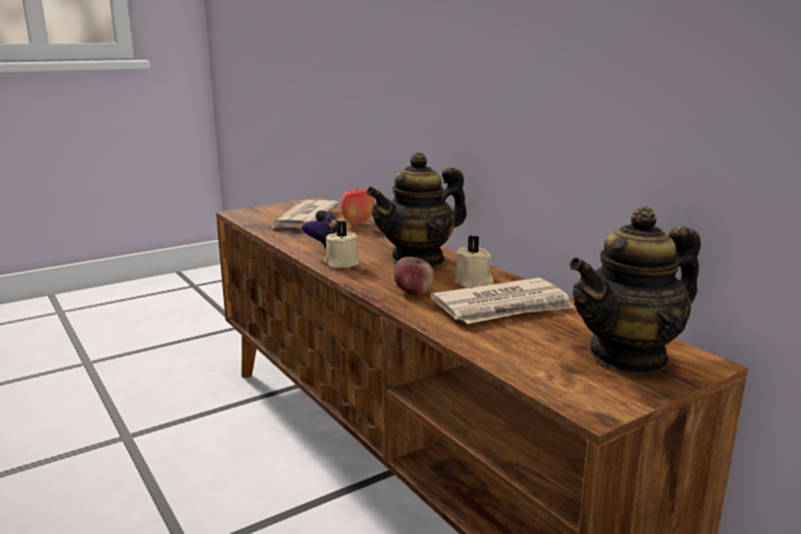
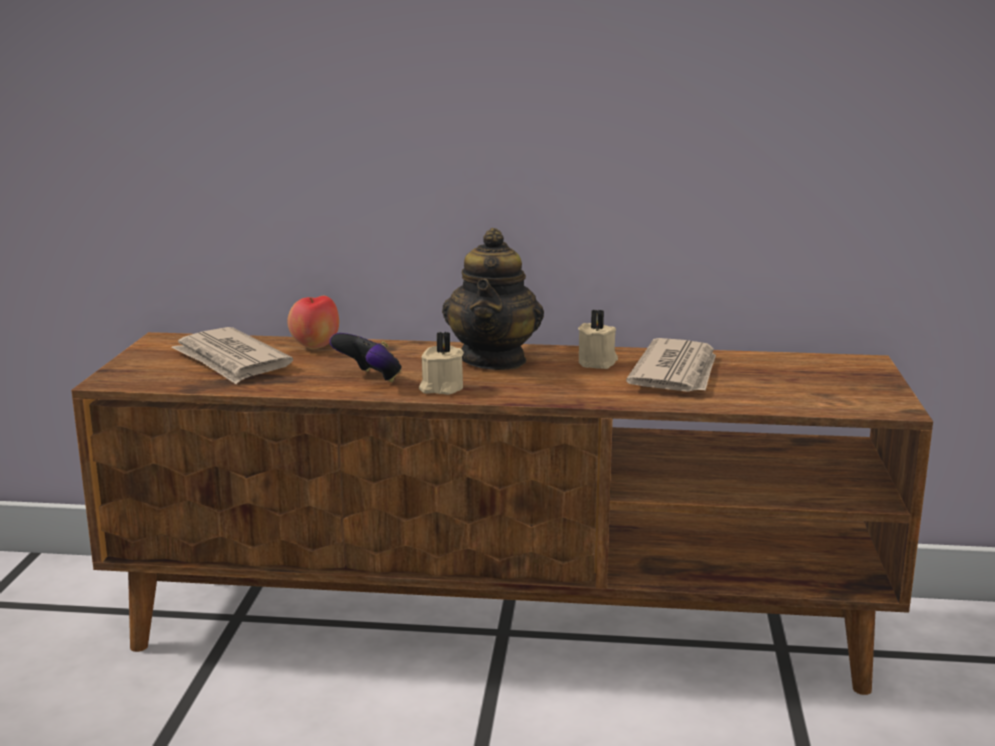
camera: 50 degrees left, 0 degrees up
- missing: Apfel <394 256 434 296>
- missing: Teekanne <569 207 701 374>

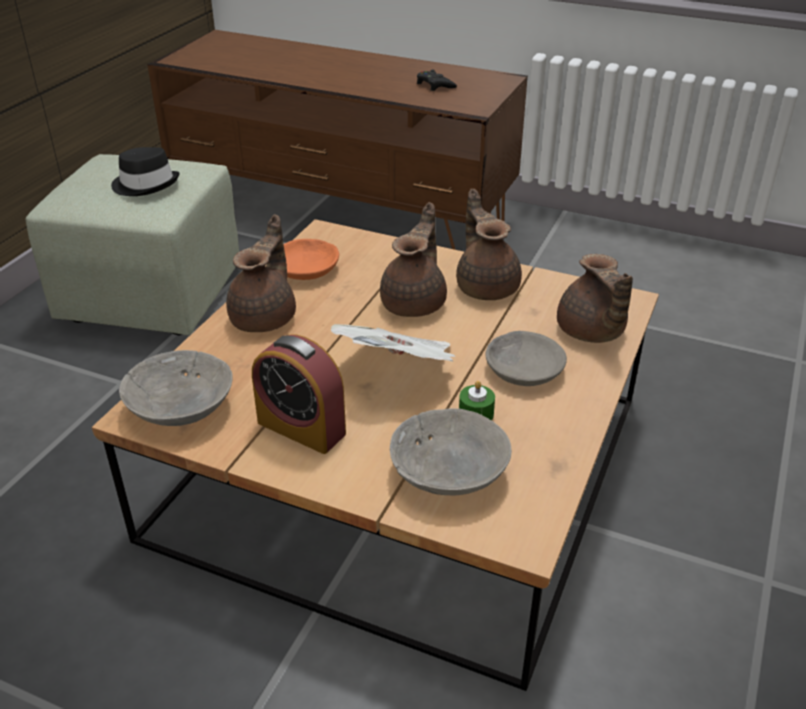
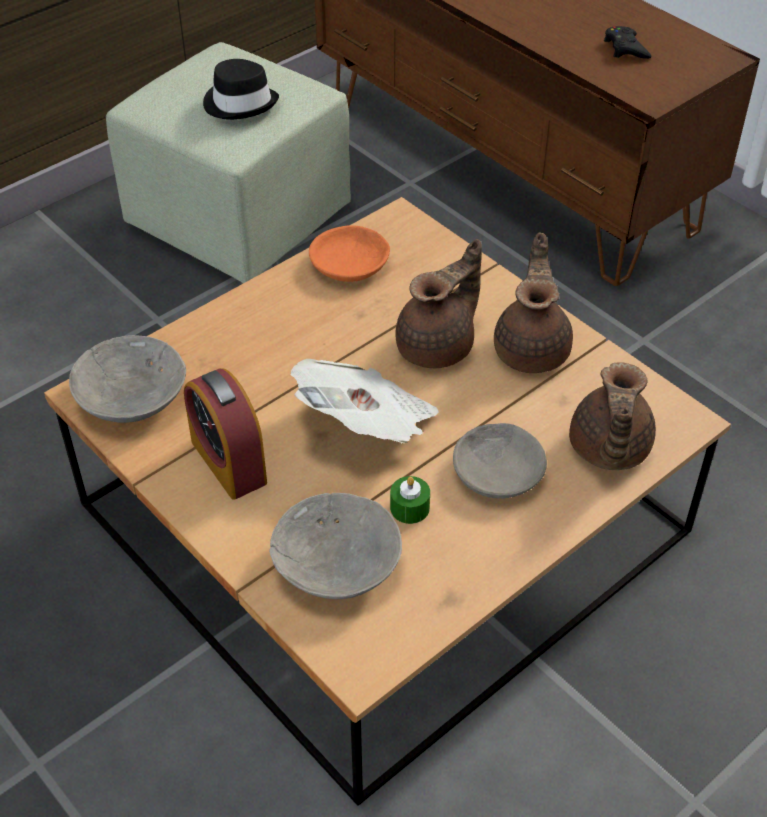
camera: 25 degrees right, 10 degrees up
- missing: Teekanne/braun <226 214 296 332>

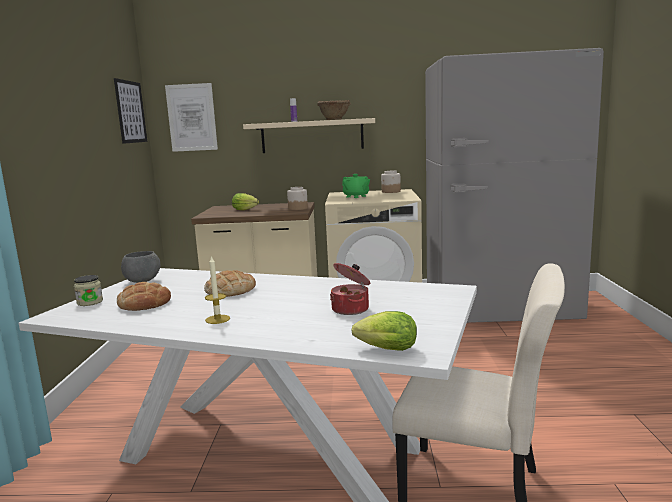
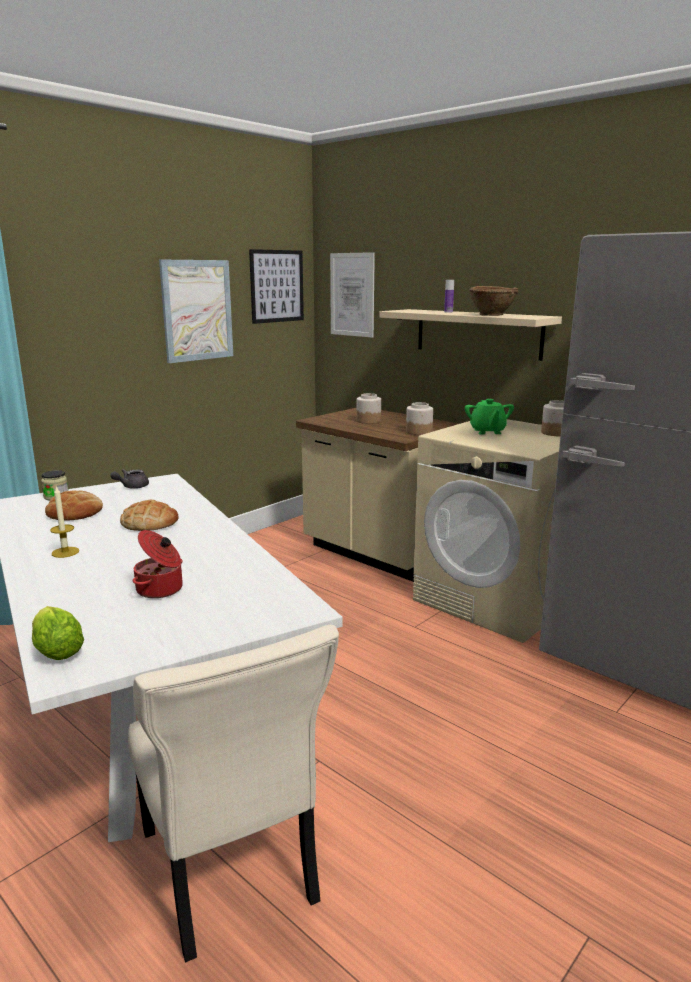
camera: 40 degrees right, 5 degrees up
- exchanged: Schüssel/grau <121 251 160 283> to Teekanne/grau <110 469 149 489>
- exchanged: Salatkopf <232 193 259 210> to Vorratsglas <356 393 381 424>
- appeared: Bild <159 260 233 363>

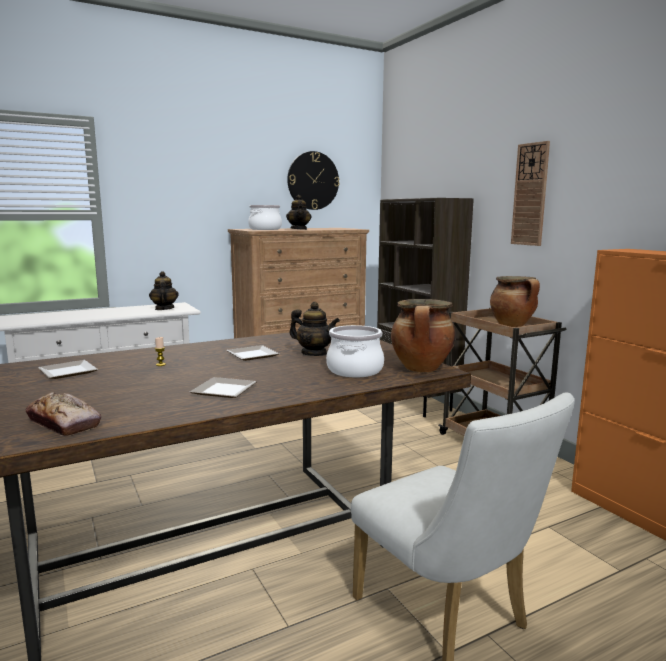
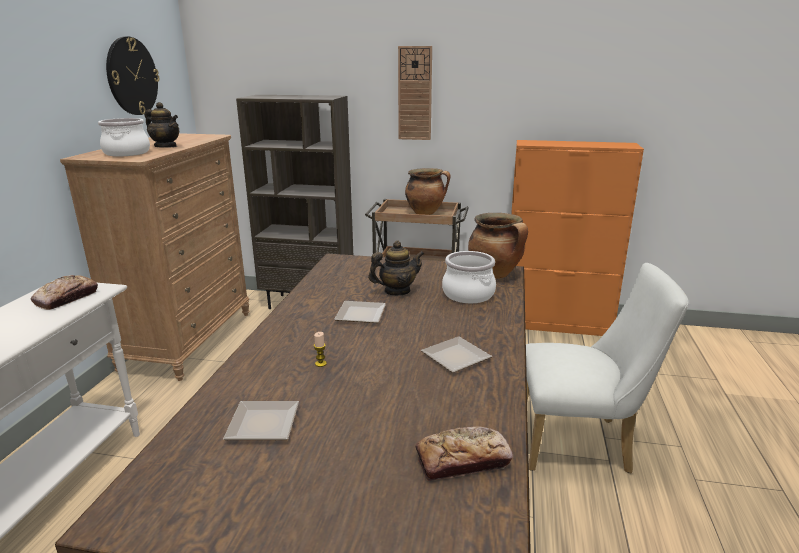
camera: 50 degrees left, 10 degrees up
- exchanged: Teekanne <149 271 179 310> to Brot <31 275 98 310>

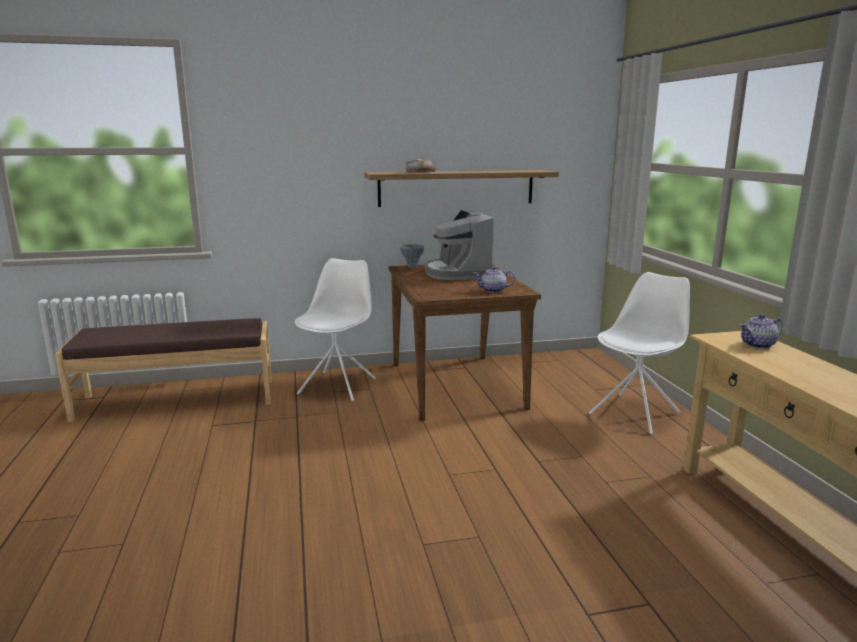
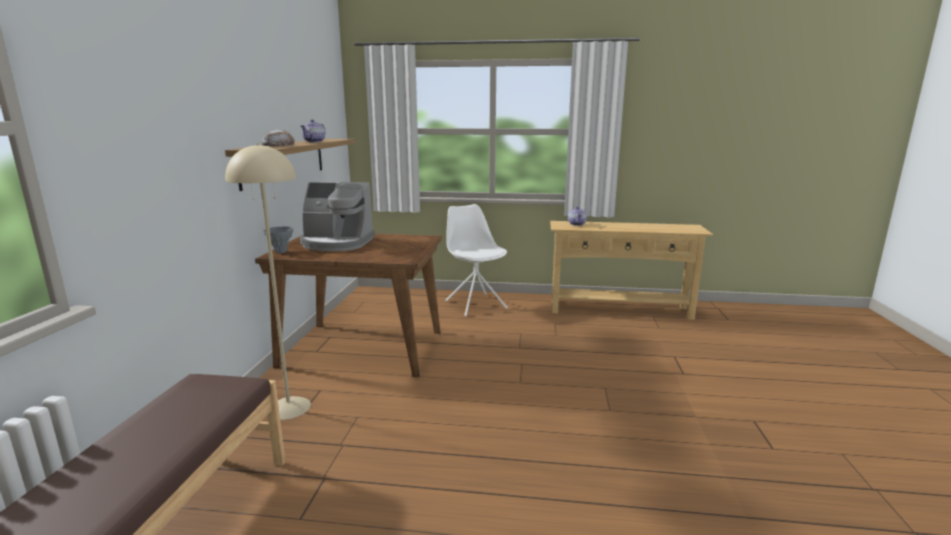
camera: 70 degrees left, 0 degrees up
- exchanged: Stuhl/weiß <295 258 376 401> to Stehlampe/beige <225 143 311 420>
- relocated: Teekanne <473 266 515 293> to <301 120 325 142>

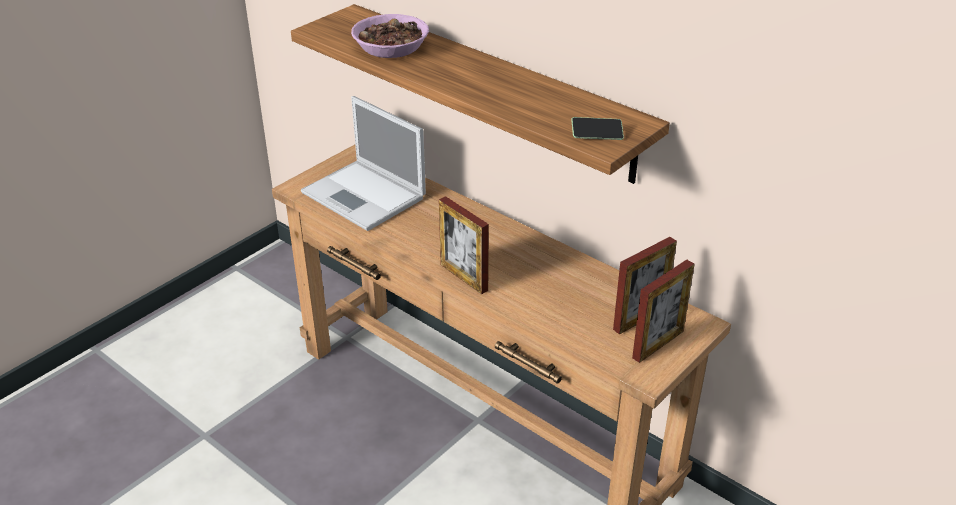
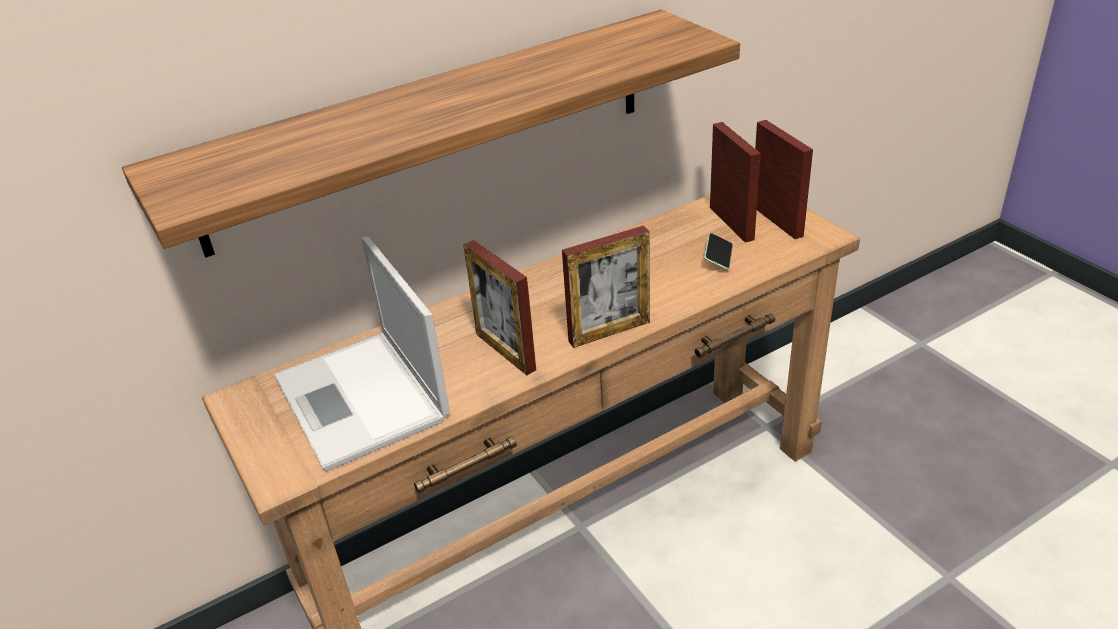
camera: 70 degrees left, 0 degrees up
- spun: Laptop <301 96 426 231> = <273 237 450 471> 90 degrees clockwise
- missing: Schüssel <351 14 429 58>
- relocated: Handy <571 117 624 140> to <704 233 733 270>
- appeared: Bilderrahmen <463 240 536 375>

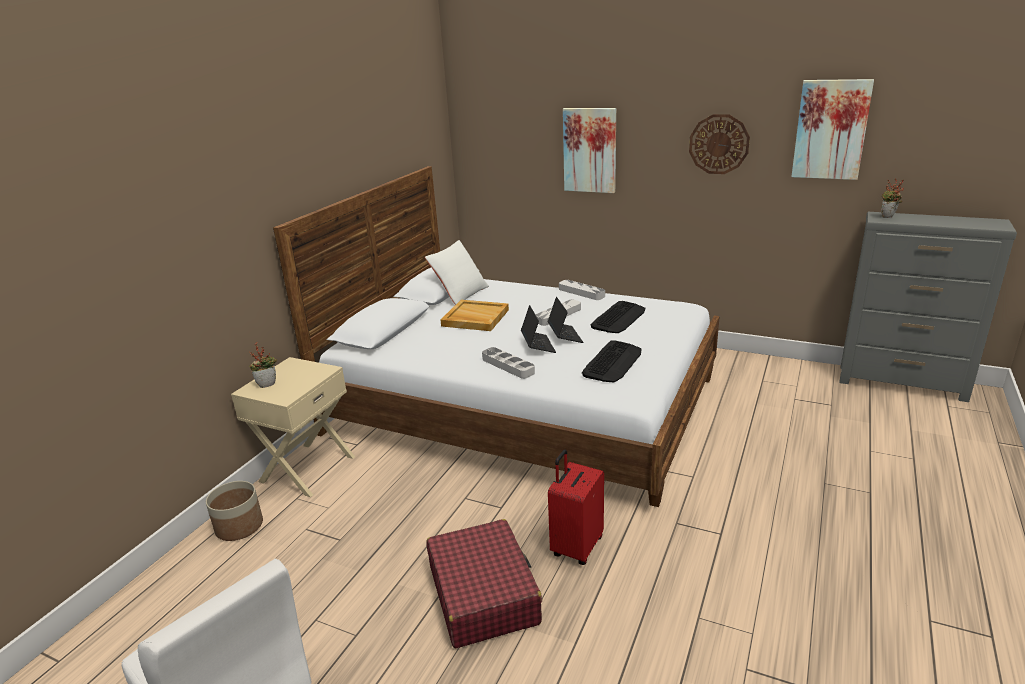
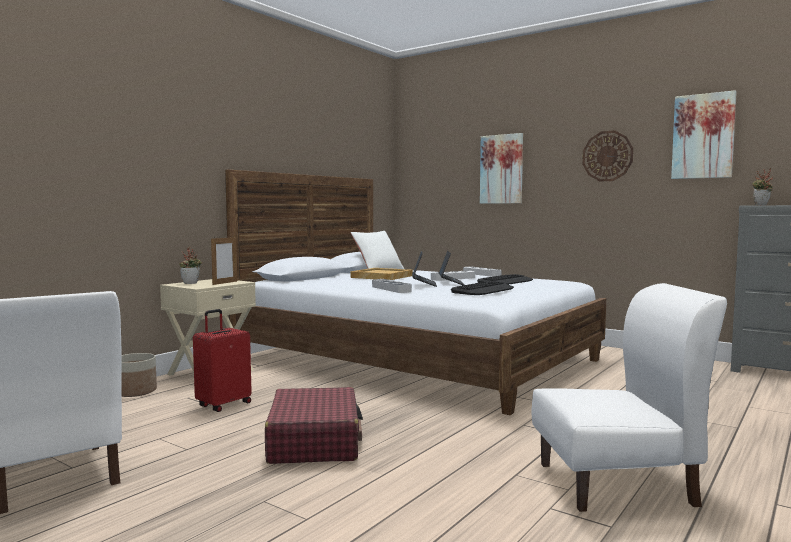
camera: 10 degrees right, 20 degrees down
- relocated: Koffer/rot <548 450 604 565> to <193 309 252 412>
- appeared: Bilderrahmen <211 237 237 285>
- appeared: Stuhl/weiß <532 283 727 512>

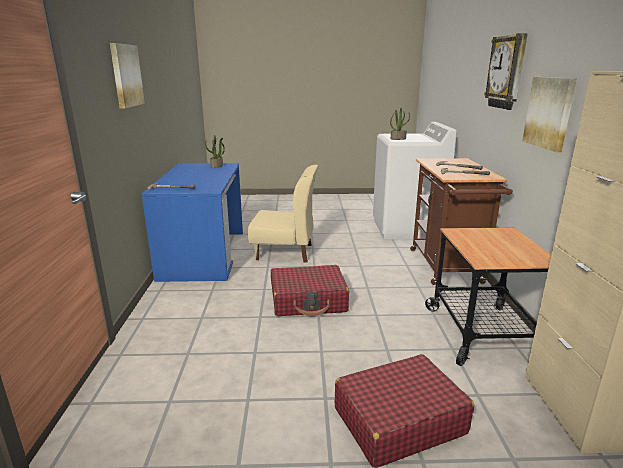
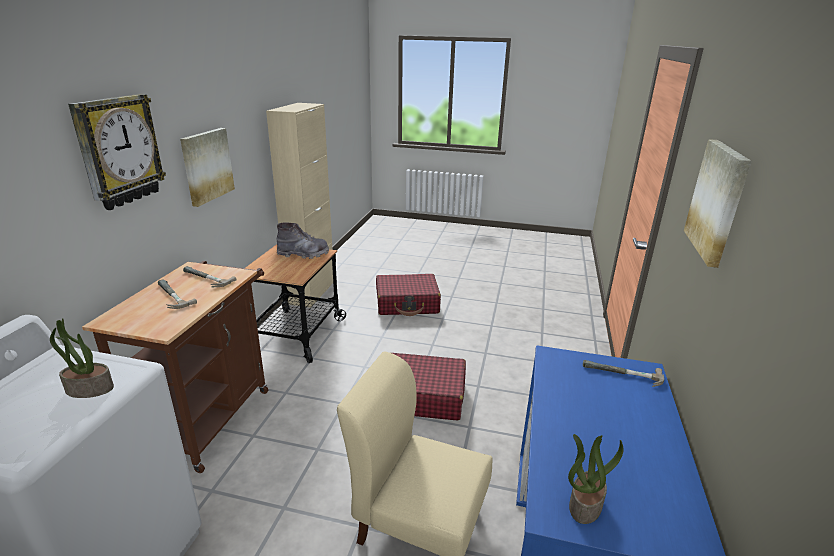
camera: 165 degrees left, 5 degrees up
- appeared: Stiefel/grau <276 222 329 259>

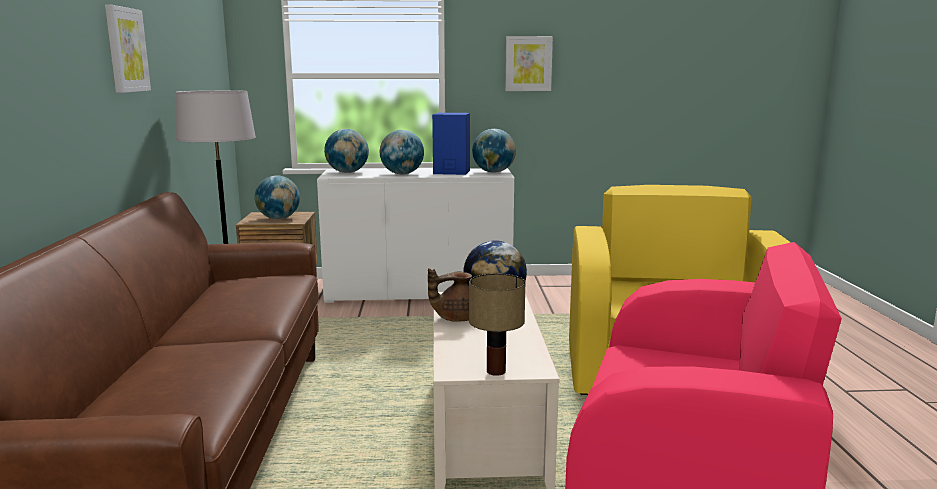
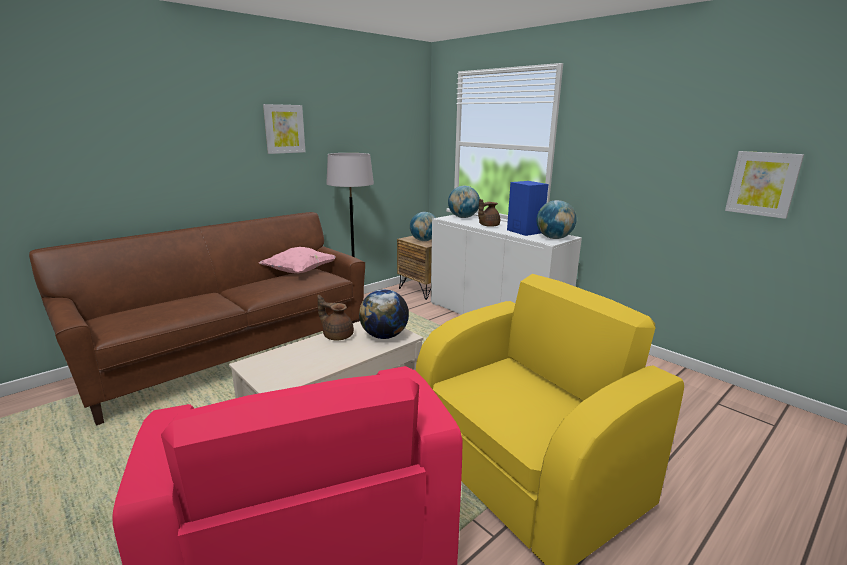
camera: 50 degrees right, 5 degrees up
- exchanged: Globus <380 130 424 174> to Teekanne/braun <478 199 500 227>
- missing: Tischlampe <469 273 526 376>
- relocated: Bild <505 36 553 91> to <725 151 804 219>
- appeared: Kissen/rosa <259 247 336 273>

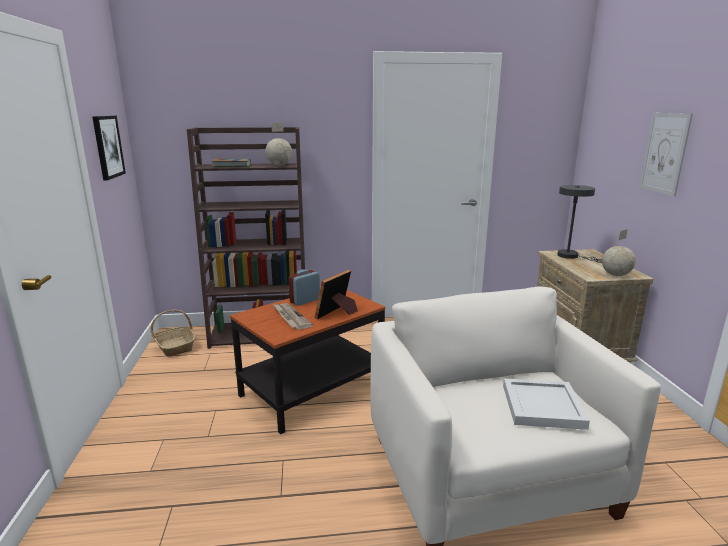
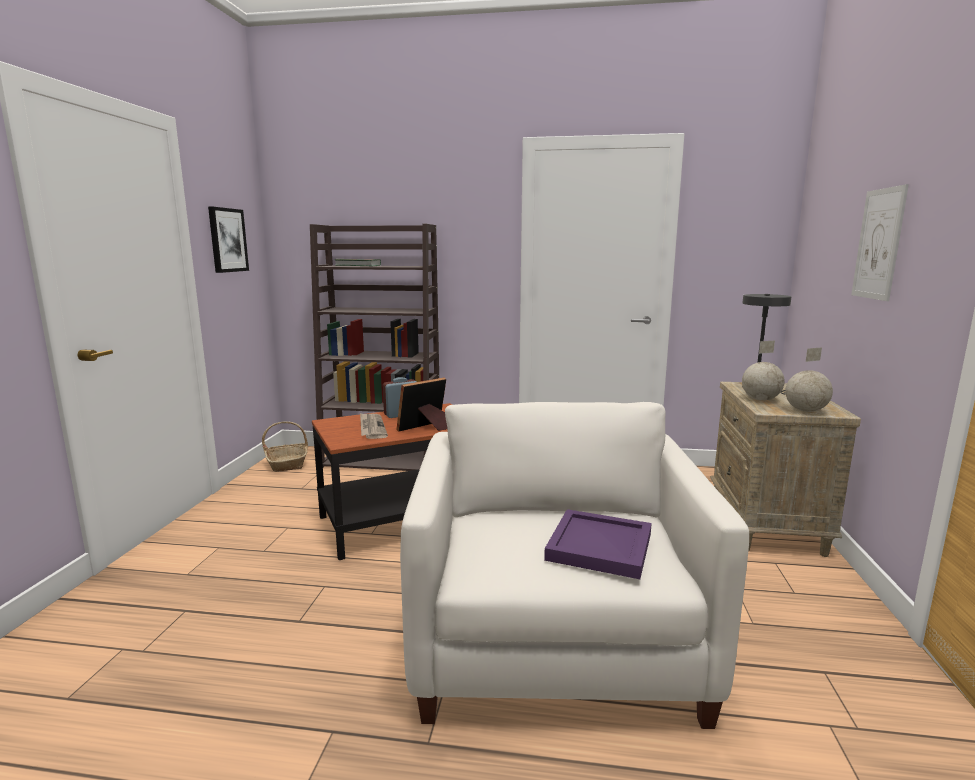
camera: 15 degrees right, 5 degrees down
- relocated: Globus <265 123 292 166> to <742 340 785 401>
- colour: Tablett/weiß <503 378 590 430> to Tablett/lila <544 509 652 579>

